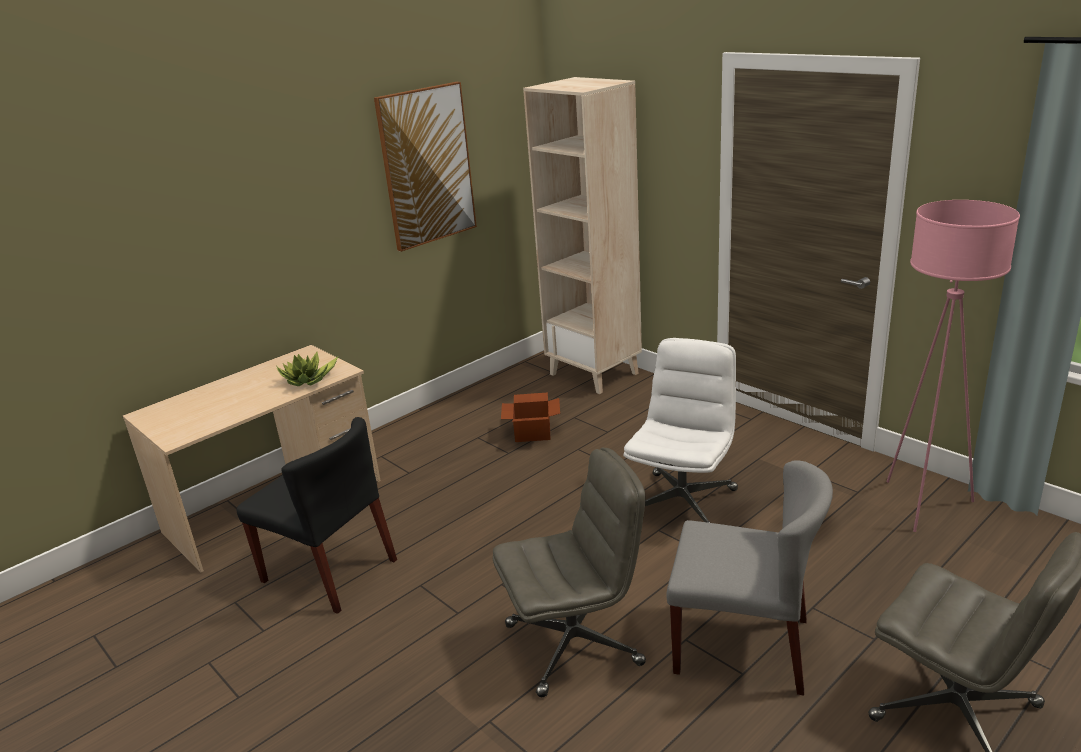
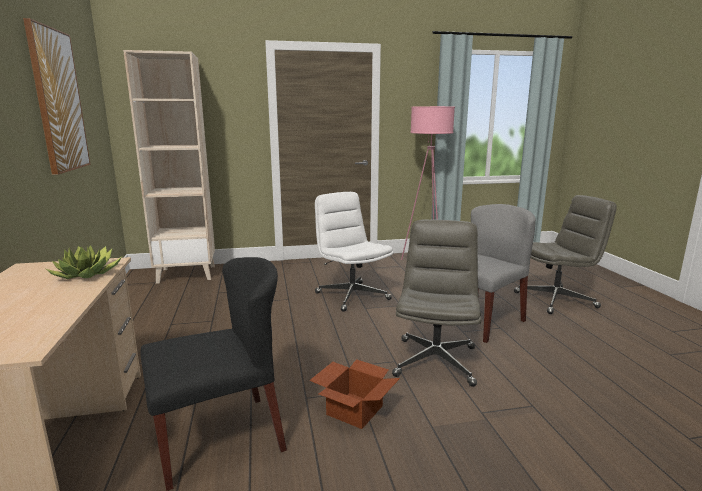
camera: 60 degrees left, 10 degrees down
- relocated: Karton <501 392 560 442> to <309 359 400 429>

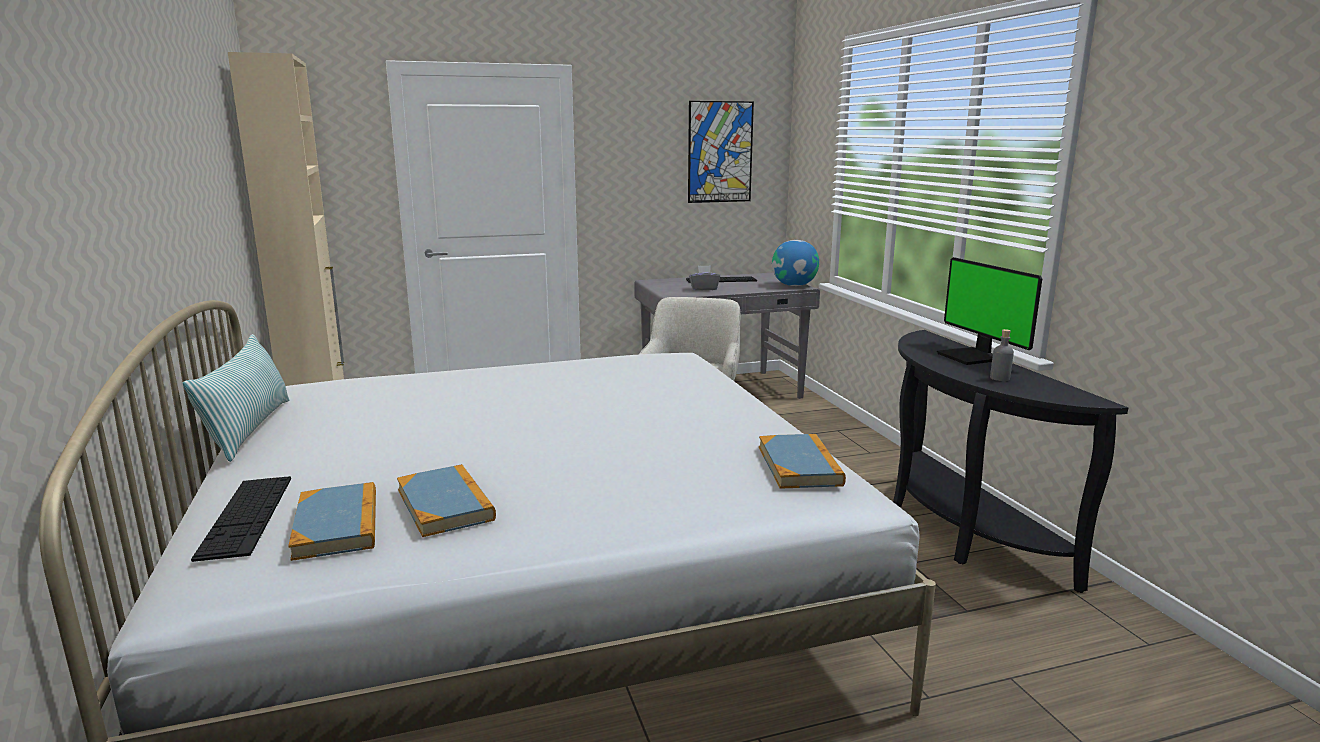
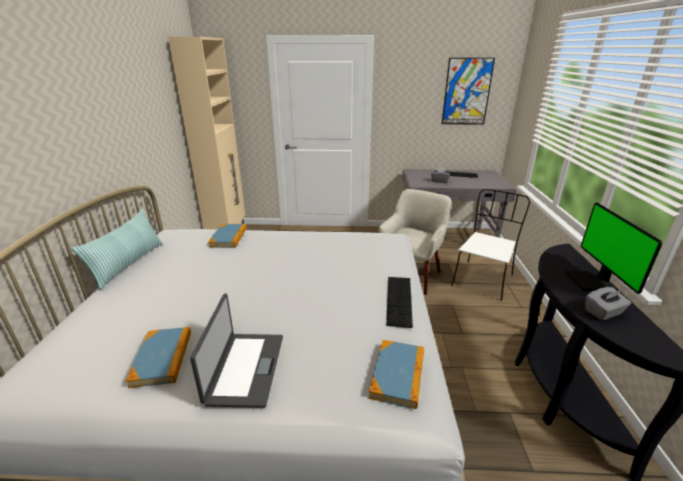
camera: 20 degrees right, 10 degrees up
- relocated: Tastatur <191 476 291 562> to <386 277 413 328>
- relocated: Buch <288 482 376 561> to <208 224 247 248>
- missing: Globus <772 240 819 286>
- exchanged: Flasche/grau <990 329 1014 381> to Taschentuchbox/grau <585 287 631 320>
- appeared: Laptop <190 293 283 408>
- appeared: Stuhl/weiß <451 189 530 301>

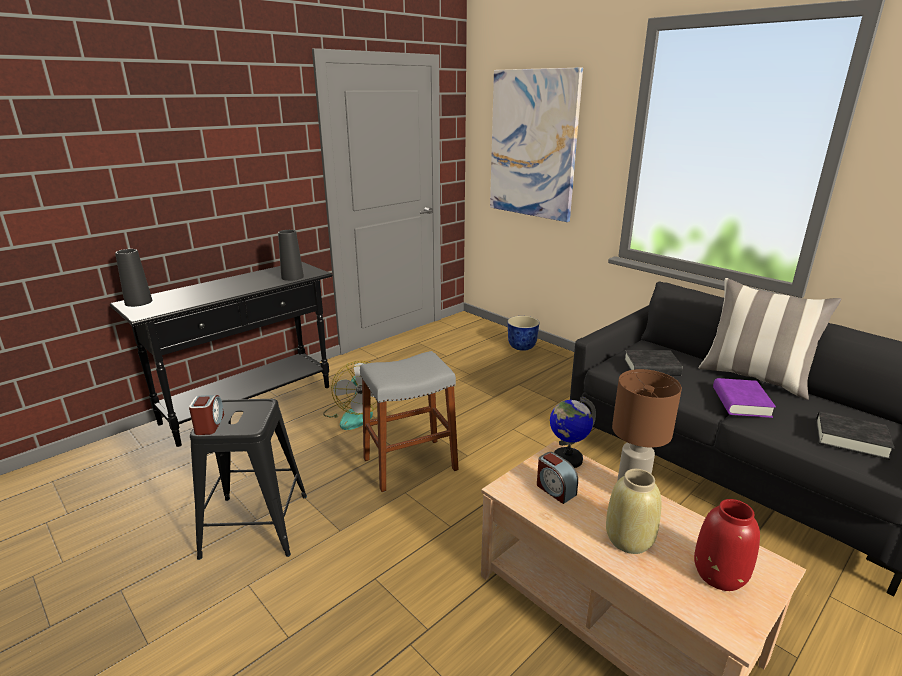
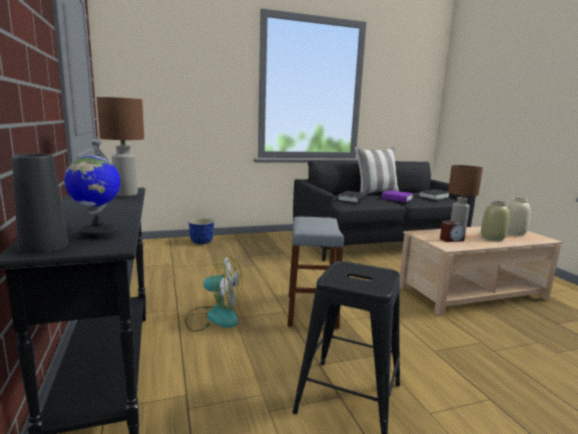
camera: 65 degrees left, 10 degrees down
- missing: Wecker <189 395 224 435>
- exchanged: Vase/schwarz <278 230 304 281> to Tischlampe/braun <96 97 144 196>
- missing: Bild <490 68 583 222>
- relocated: Globus <550 397 596 468> to <64 148 120 239>
- colour: Vase/rot <694 499 760 591> to Vase/beige <507 198 531 236>

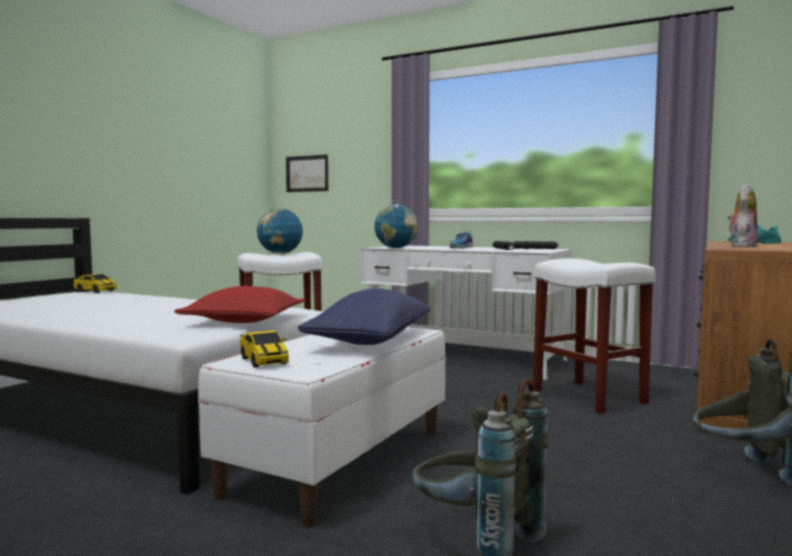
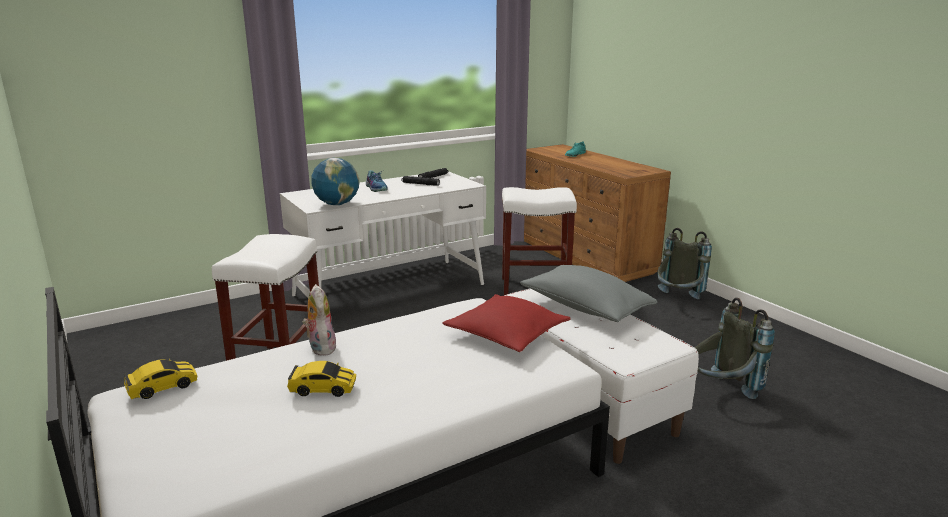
camera: 60 degrees left, 15 degrees up
- relocated: Spielzeugauto <239 330 289 367> to <287 361 356 397>
- missing: Globus <257 208 303 254>
- missing: Bild <286 154 328 192>
- colour: Kissen/blau <298 288 430 345> to Kissen/grau <520 265 657 322>
- relocated: Plüschtier <728 184 759 247> to <302 284 337 355>

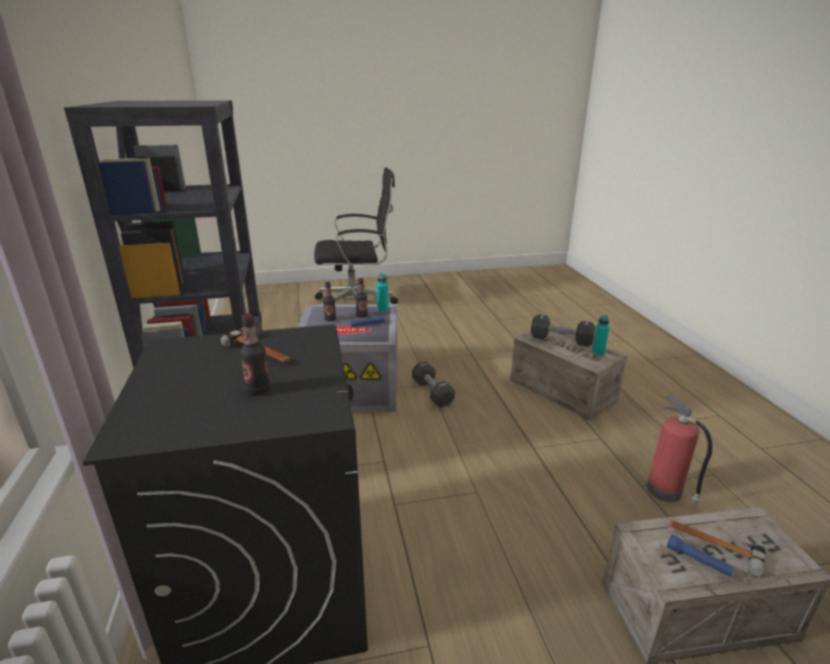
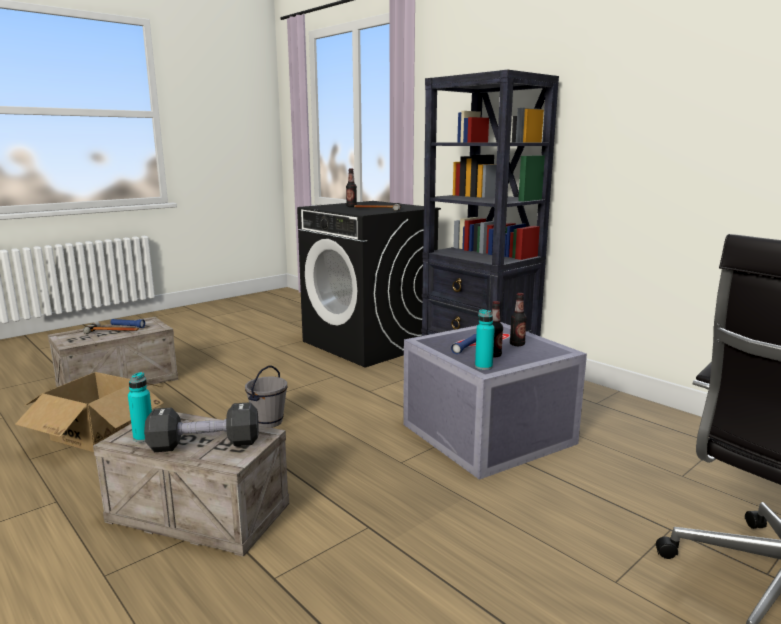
camera: 150 degrees right, 10 degrees down
- missing: Hantel/schwarz <412 361 455 407>
- exchanged: Feuerlöscher <647 395 712 506> to Karton <15 372 164 452>
- appeared: Eimer/grau <245 365 287 428>

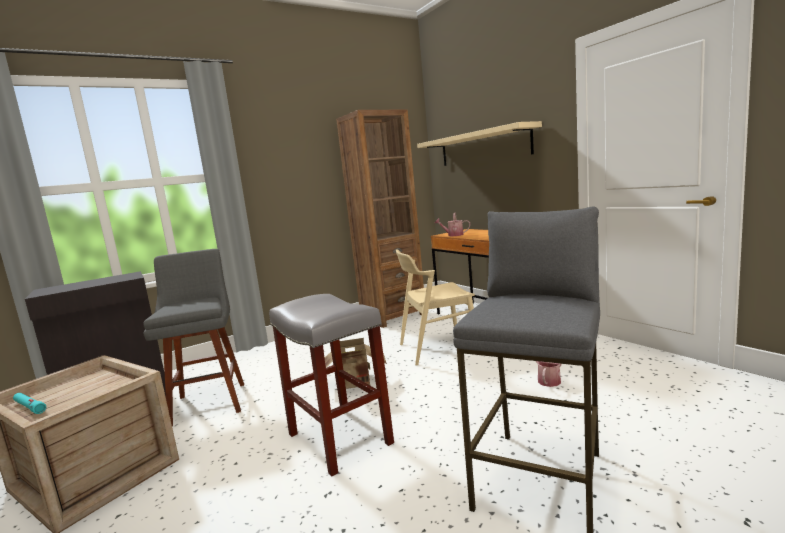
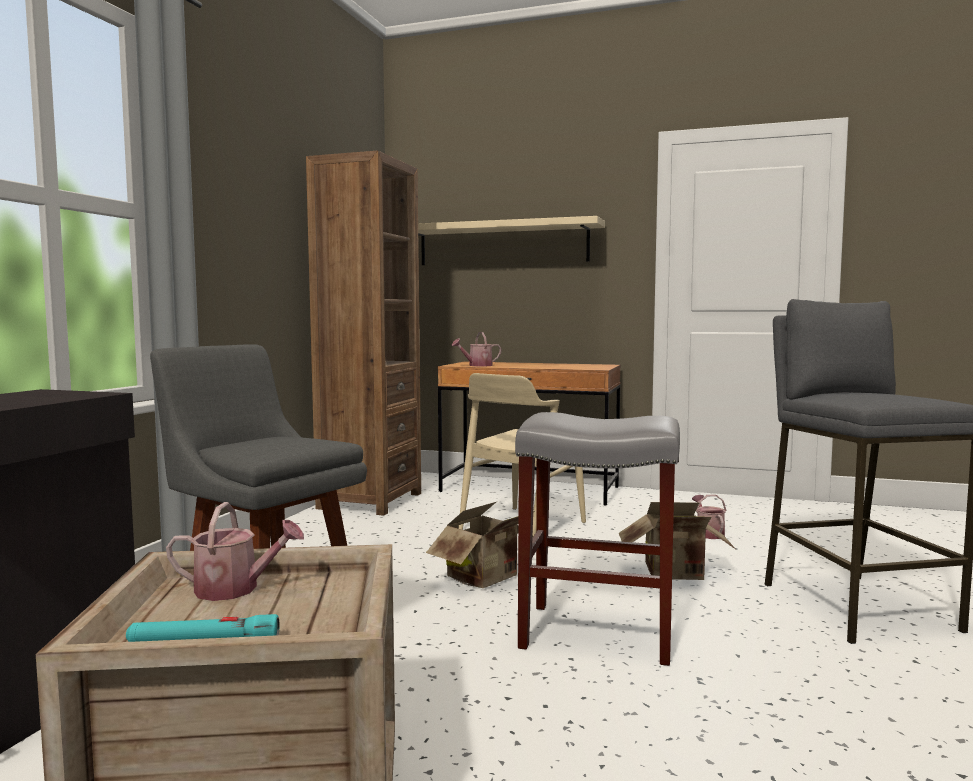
camera: 40 degrees left, 5 degrees down
- appeared: Gießkanne <166 502 304 601>
- appeared: Karton <619 502 735 580>

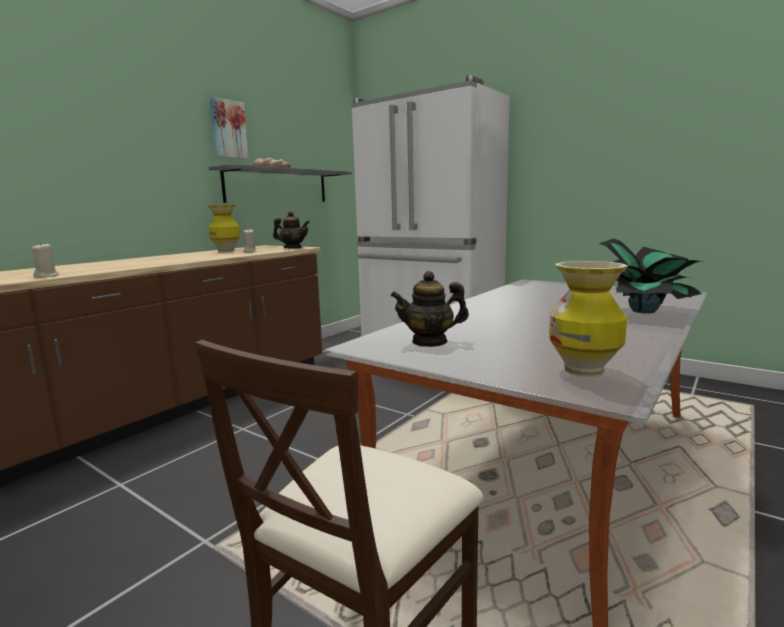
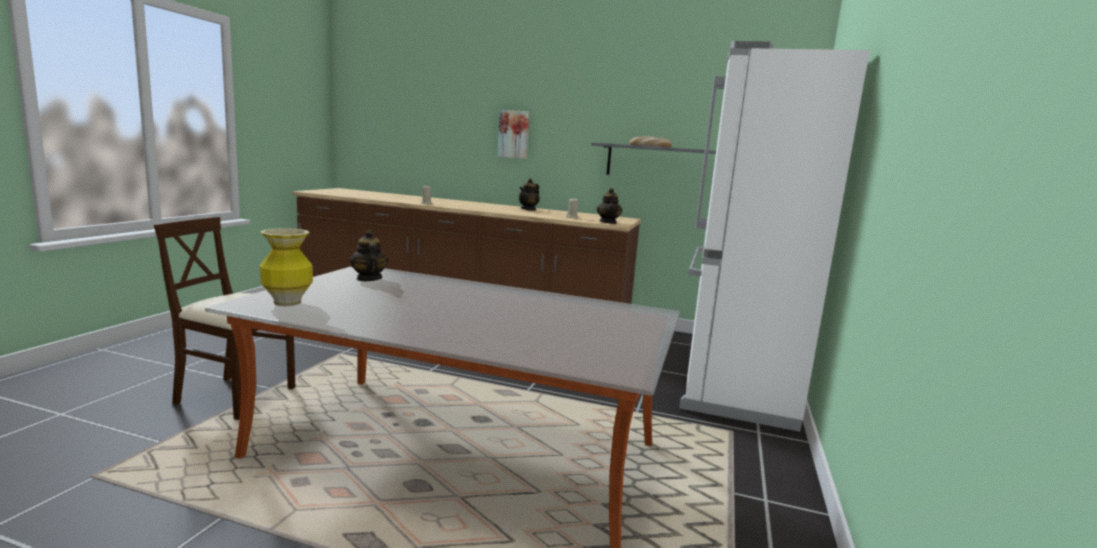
camera: 70 degrees right, 0 degrees up
- missing: Vase <208 205 240 252>
- relocated: Bild <209 97 249 159> to <497 110 530 159>
- missing: Topfpflanze <599 238 702 314>
- appeared: Teekanne <519 178 540 211>

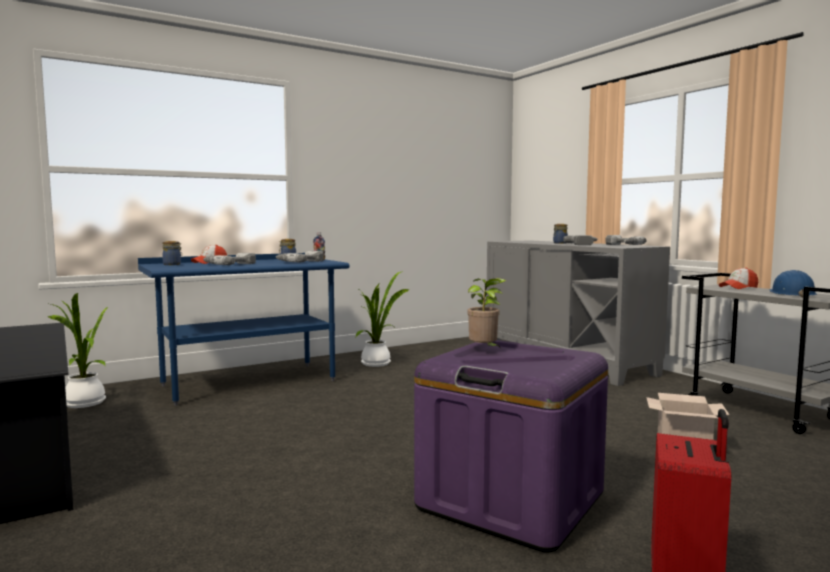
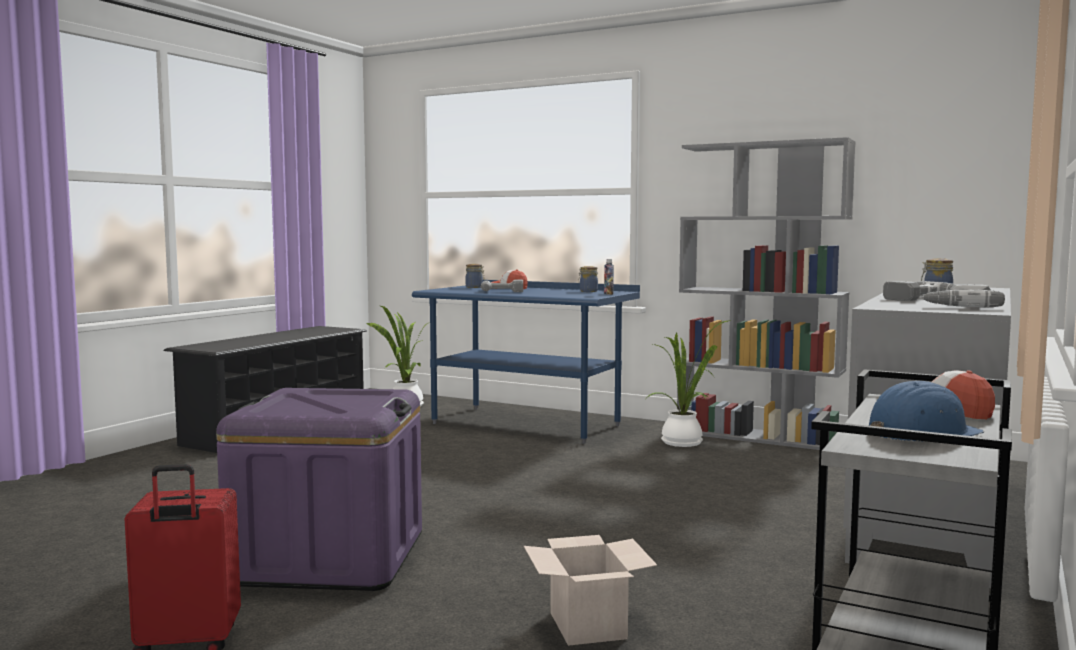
camera: 60 degrees right, 0 degrees up
- missing: Bohrmaschine <276 251 324 262>
- missing: Topfpflanze <467 278 506 347>
- appeared: Bücherregal/grau <677 137 856 450>

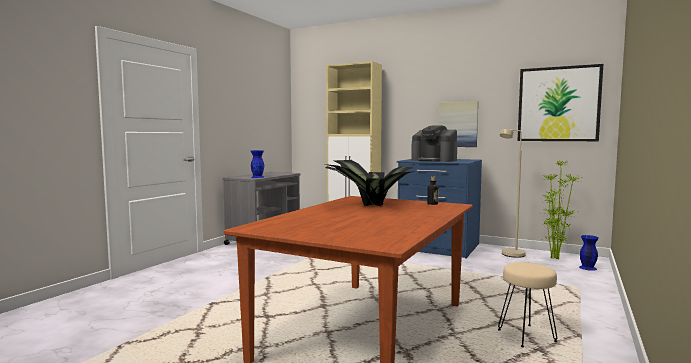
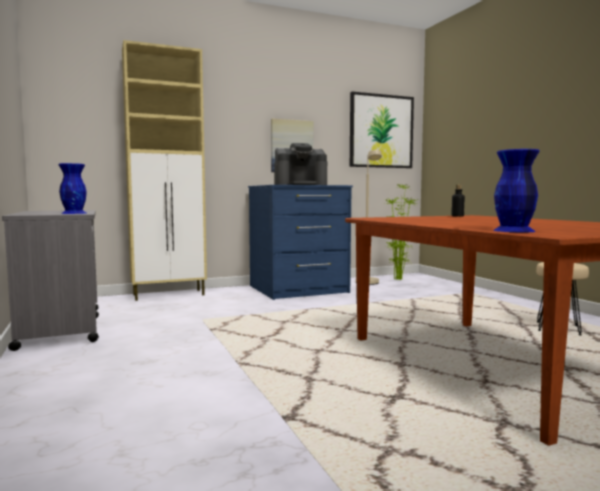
camera: 50 degrees left, 0 degrees up
- missing: Topfpflanze <325 160 415 206>
- relocated: Vase/blau <579 235 599 271> to <493 149 539 232>

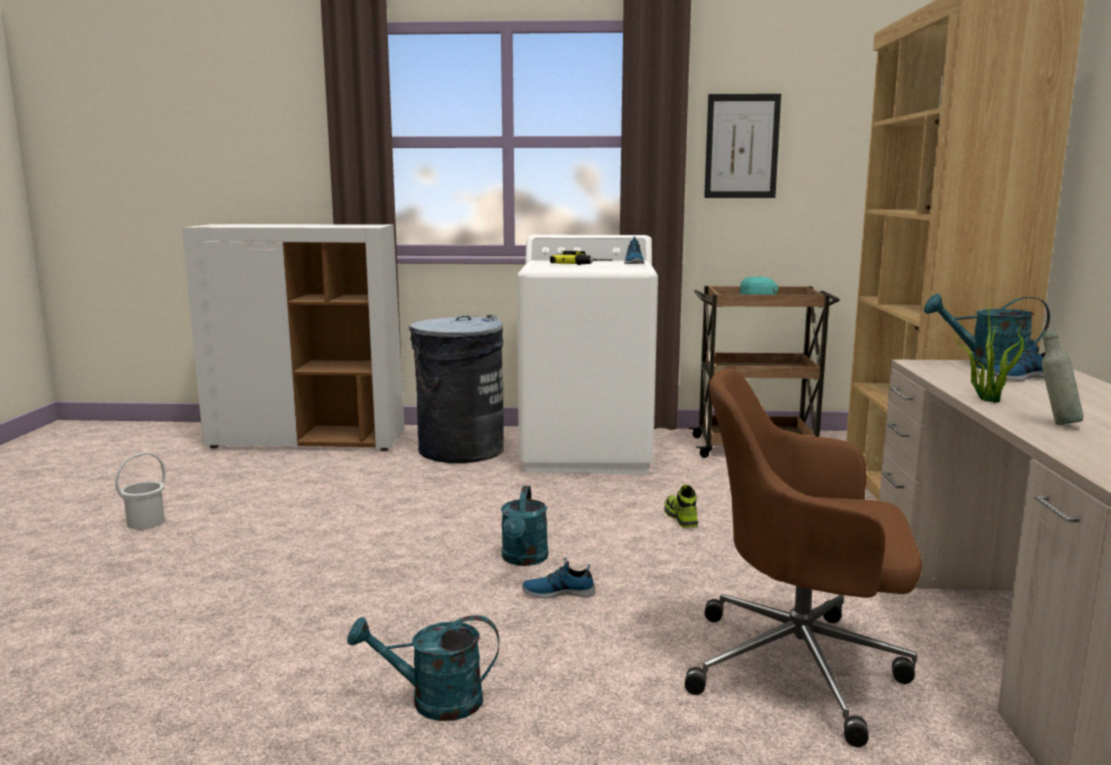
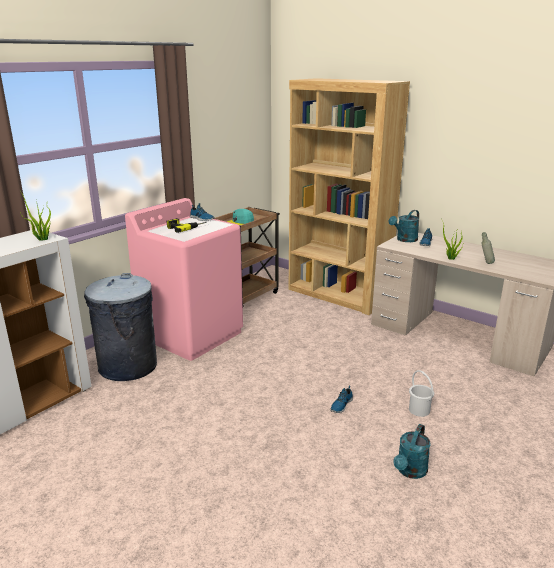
camera: 55 degrees left, 10 degrees up
- relocated: Eimer/weiß <115 452 165 530> to <409 370 434 417>
- missing: Gießkanne/türkis <501 486 548 566>
- colour: Waschmaschine/weiß <517 235 658 475> to Waschmaschine/rosa <125 198 243 361>
- missing: Schuh <665 485 698 528>
- missing: Bürostuhl/braun <685 369 922 747>
- missing: Bild <704 94 781 198>
- appeared: Topfpflanze <20 192 51 241>

